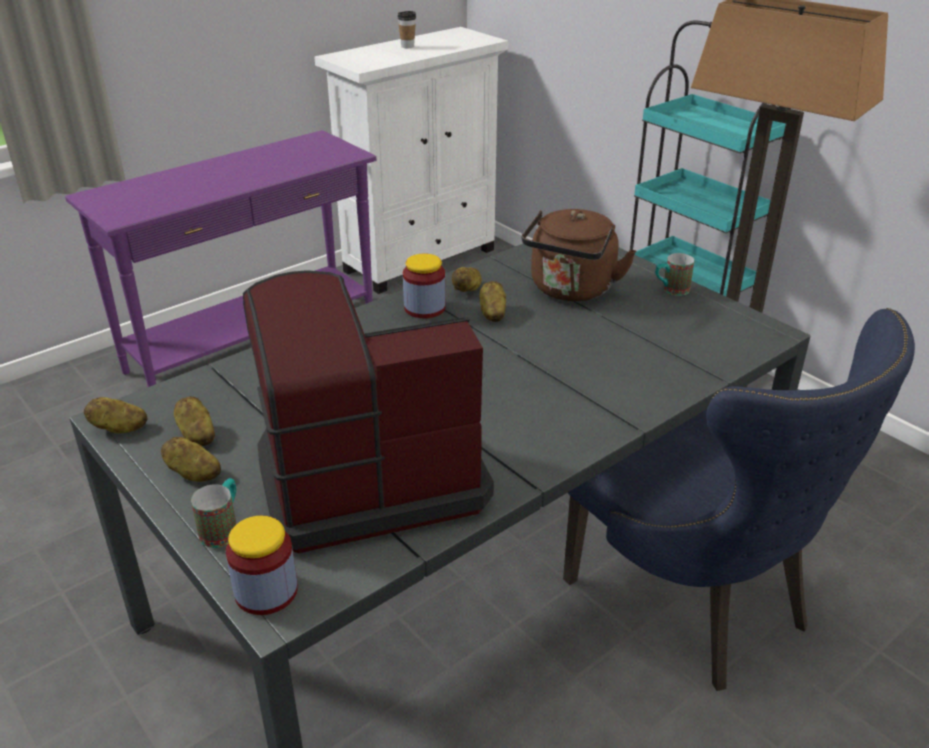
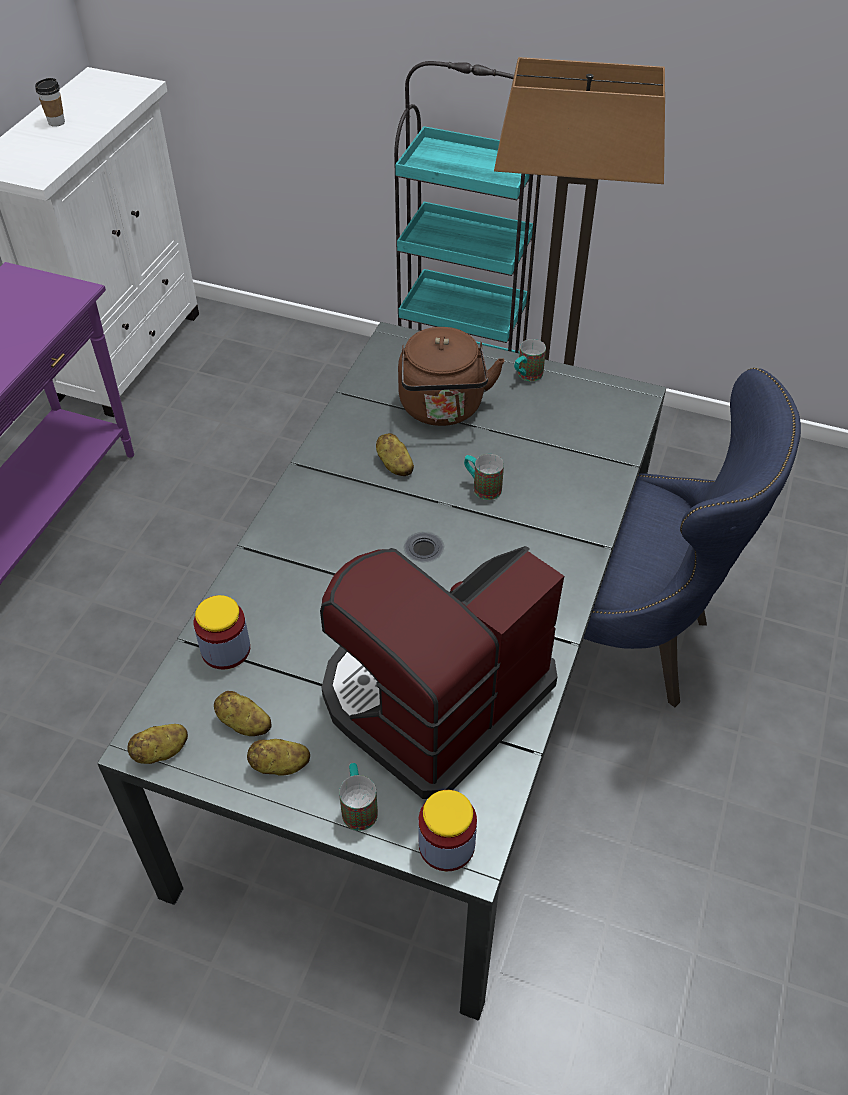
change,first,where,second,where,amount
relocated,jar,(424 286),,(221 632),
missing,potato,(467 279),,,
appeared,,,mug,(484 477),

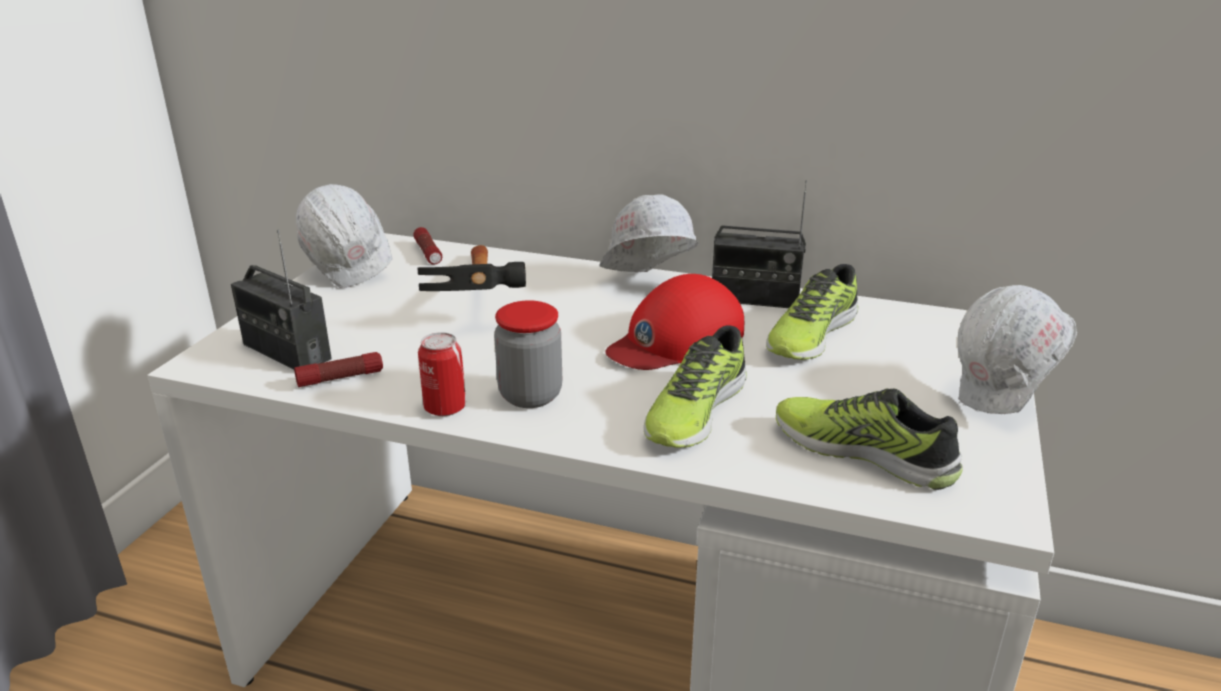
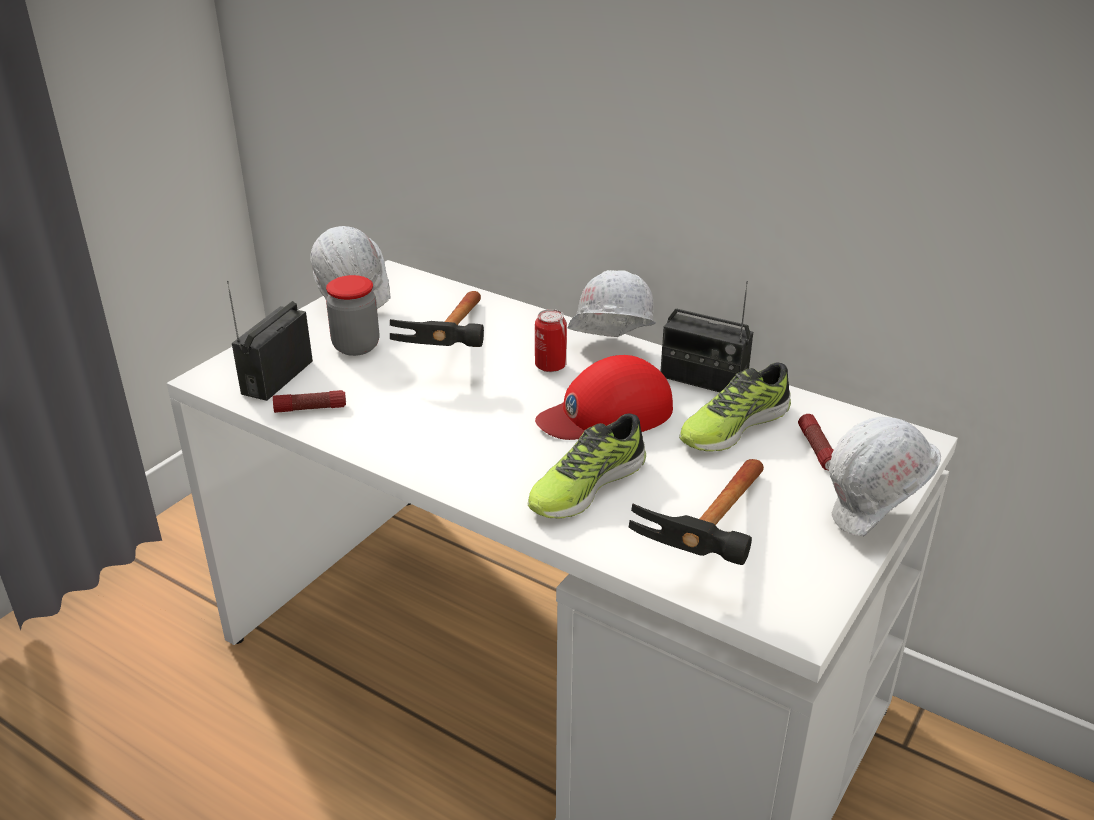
change,first,where,second,where,amount
spun,radio,(281 299),,(270 341),60 degrees clockwise
relocated,flashlight,(427 246),,(816 442),
relocated,can,(442 374),,(551 340),
relocated,jar,(528 354),,(352 315),
exchanged,shoe,(869 439),hammer,(696 512),

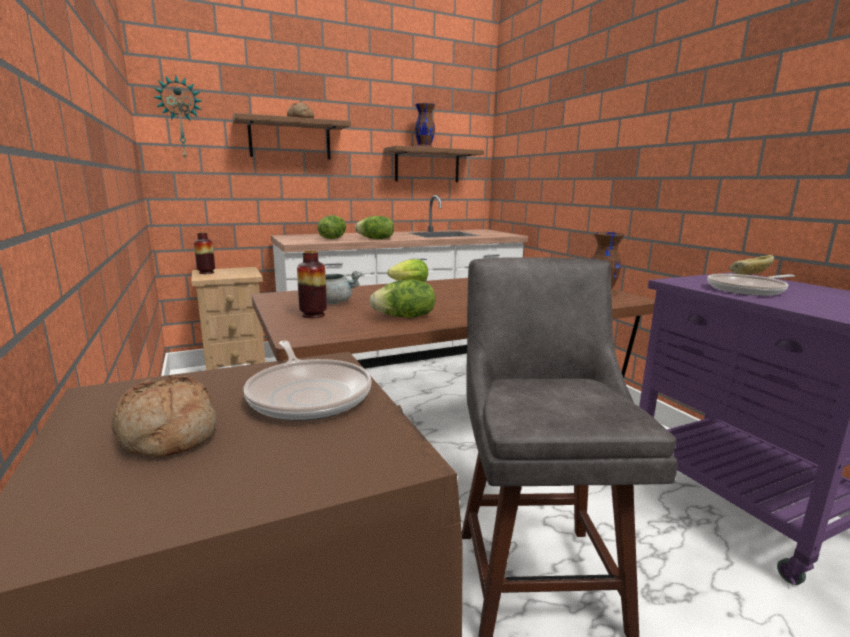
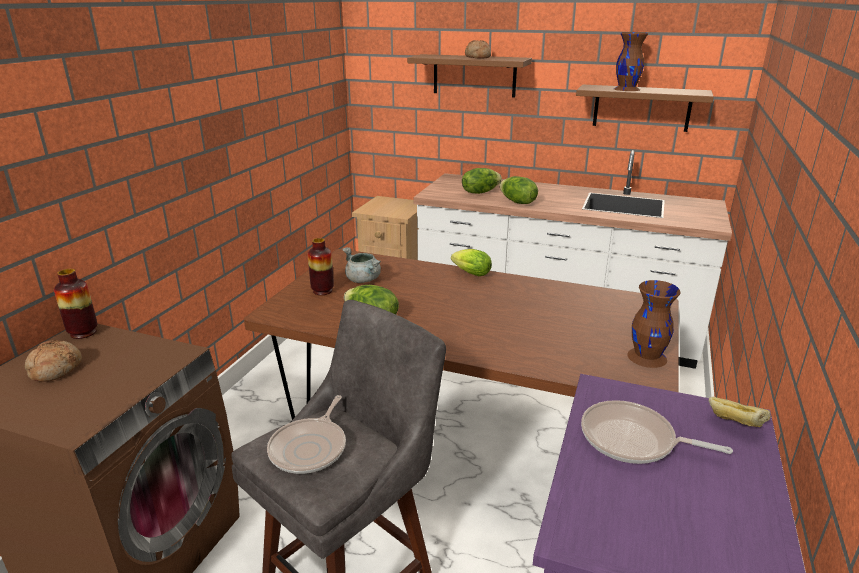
change,first,where,second,where,amount
missing,wall clock,(178 117),,,
relocated,vase,(204 253),,(76 304),
relocated,frying pan,(308 381),,(306 434),

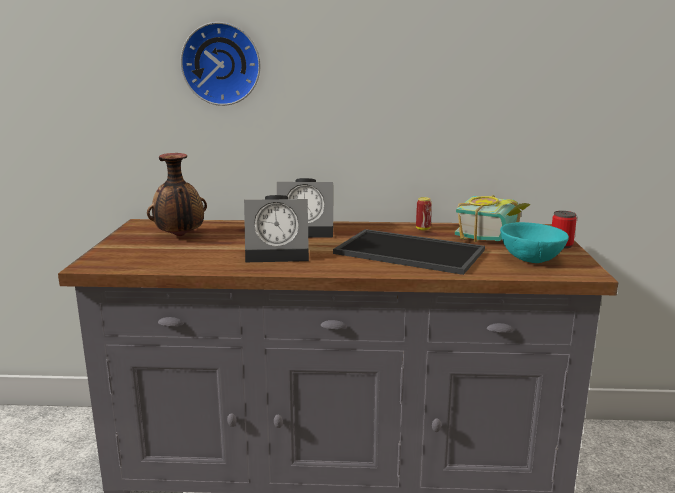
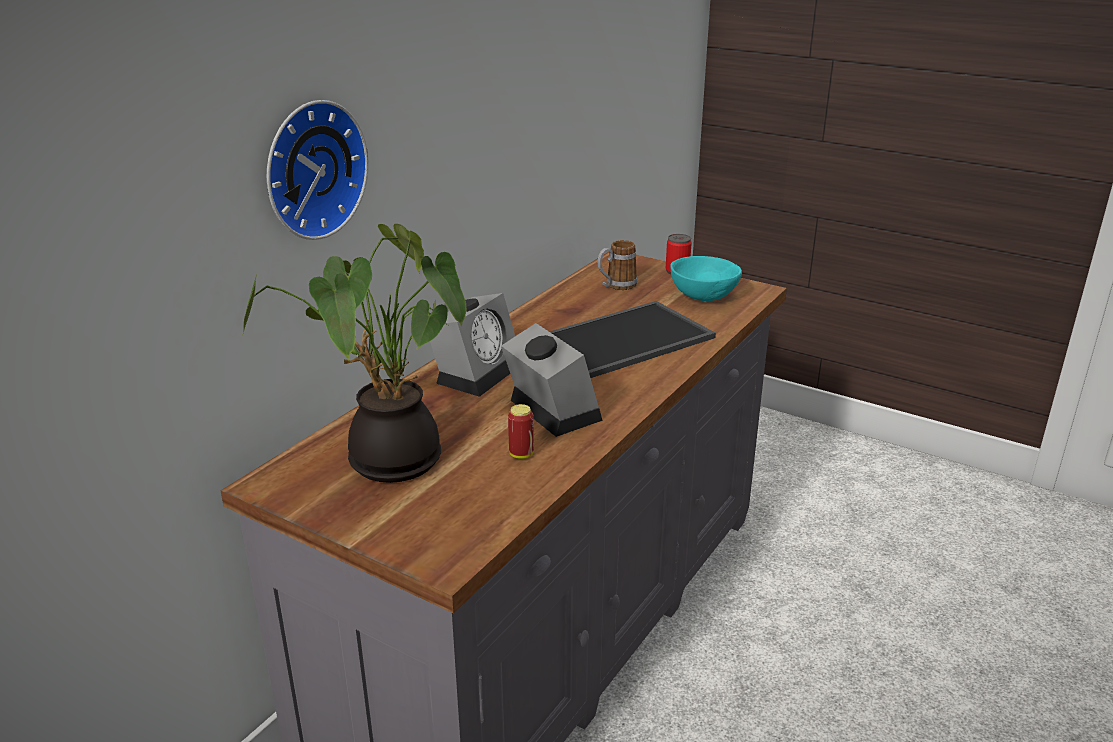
change,first,where,second,where,amount
exchanged,vase,(177 195),potted plant,(354 353),
spun,alarm clock,(276 228),,(552 380),60 degrees counterclockwise
relocated,can,(424 214),,(521 431),
exchanged,book,(493 218),mug,(617 265),

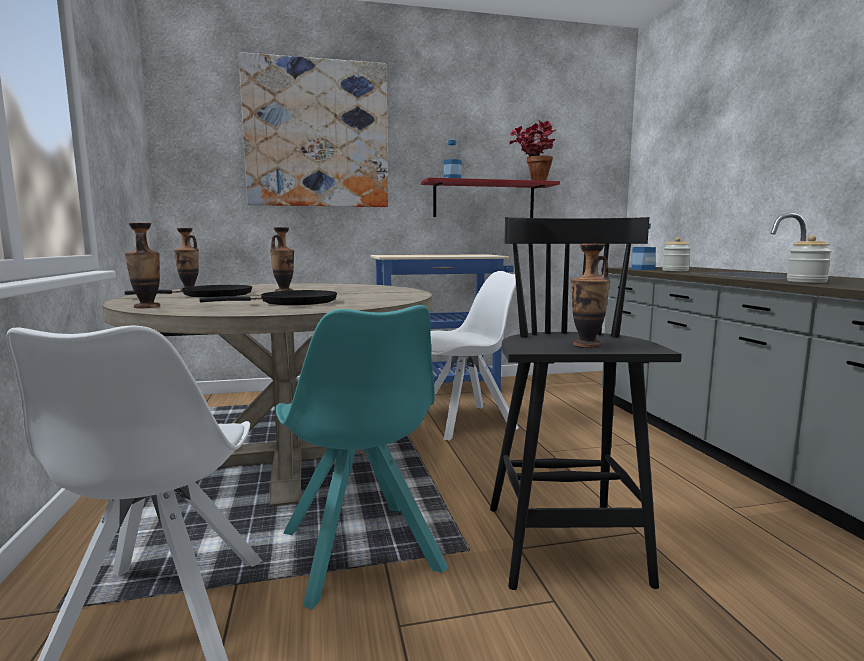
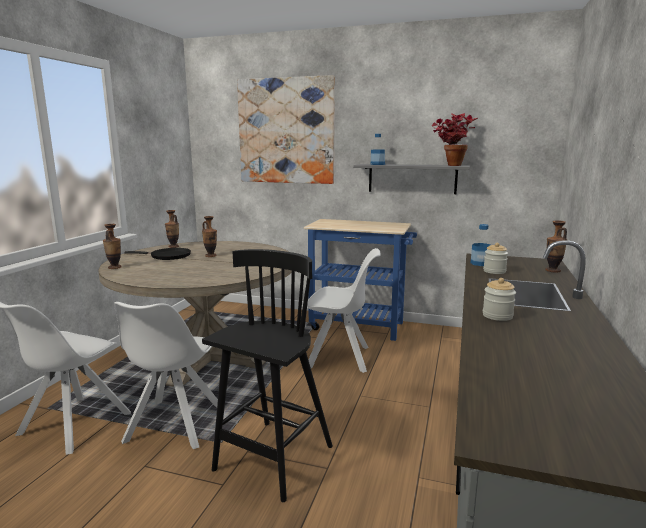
change,first,where,second,where,amount
missing,black frying pan,(268 297),,,
colour,turquoise chair,(362 457),white chair,(166 375),
colour,red shelf,(490 197),grey shelf,(411 179),
relocated,vase,(590 295),,(556 246),

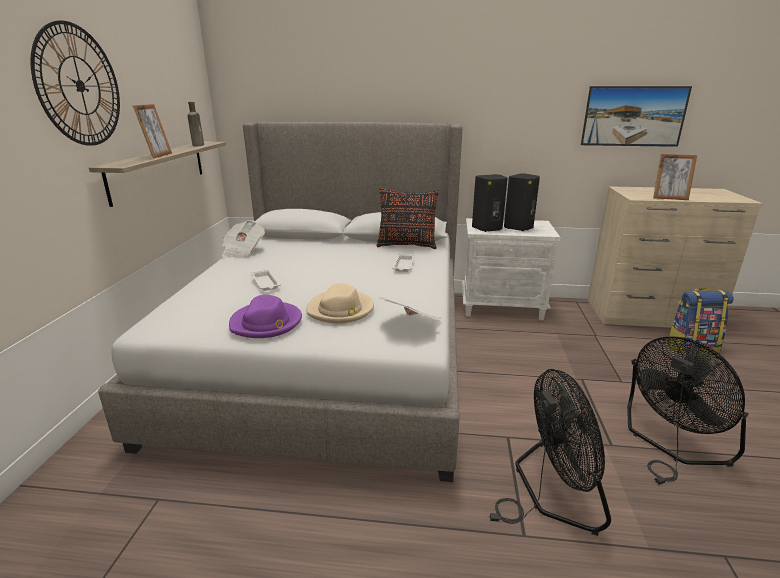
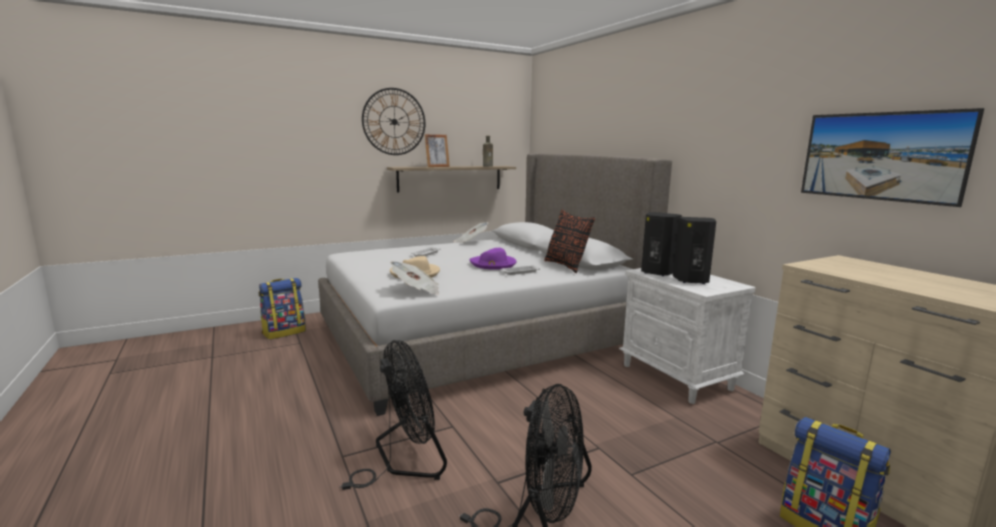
change,first,where,second,where,amount
relocated,purple hat,(265 316),,(493 259),
spun,black fan,(549 452),,(393 415),75 degrees counterclockwise
missing,picture frame,(675 177),,,
appeared,,,backpack,(282 309),

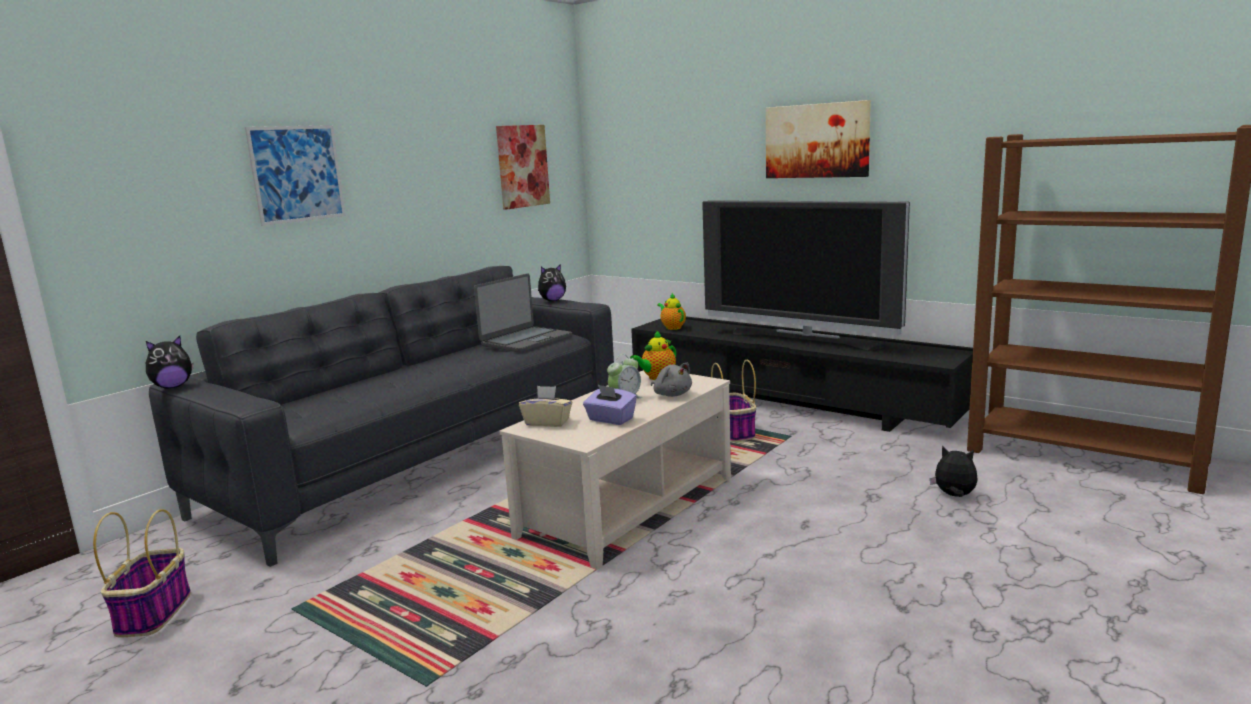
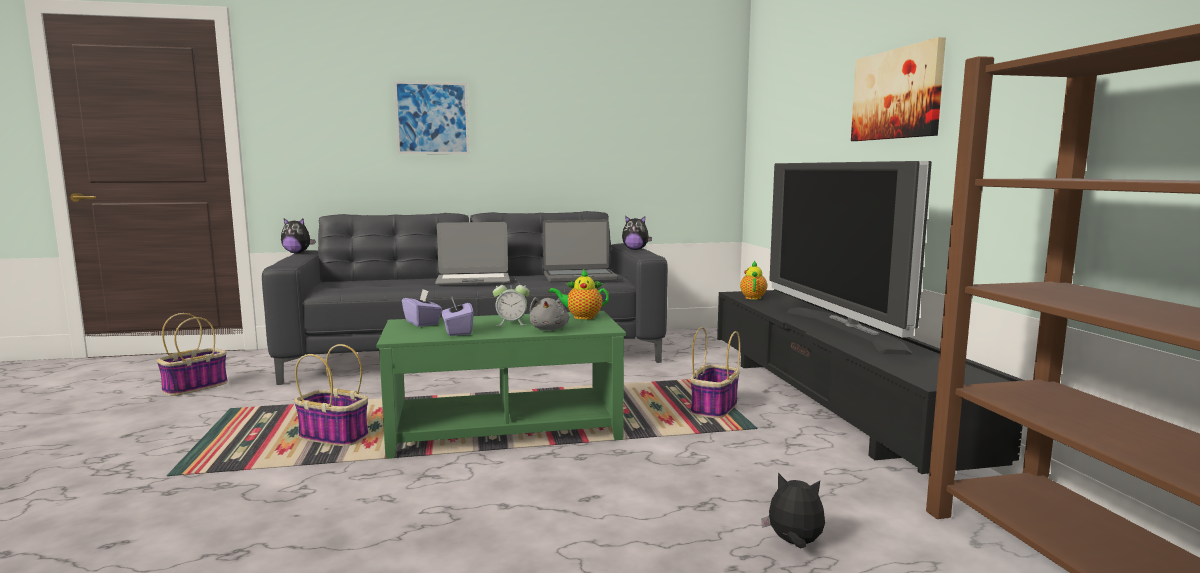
change,first,where,second,where,amount
missing,picture,(523 167),,,
colour,beige coffee table,(615 470),green coffee table,(501 385),
colour,beige tissue box,(545 406),purple tissue box,(422 308),
spun,plush toy,(954 471),,(793 511),45 degrees counterclockwise
appeared,,,basket,(331 395),
appeared,,,laptop,(472 253),

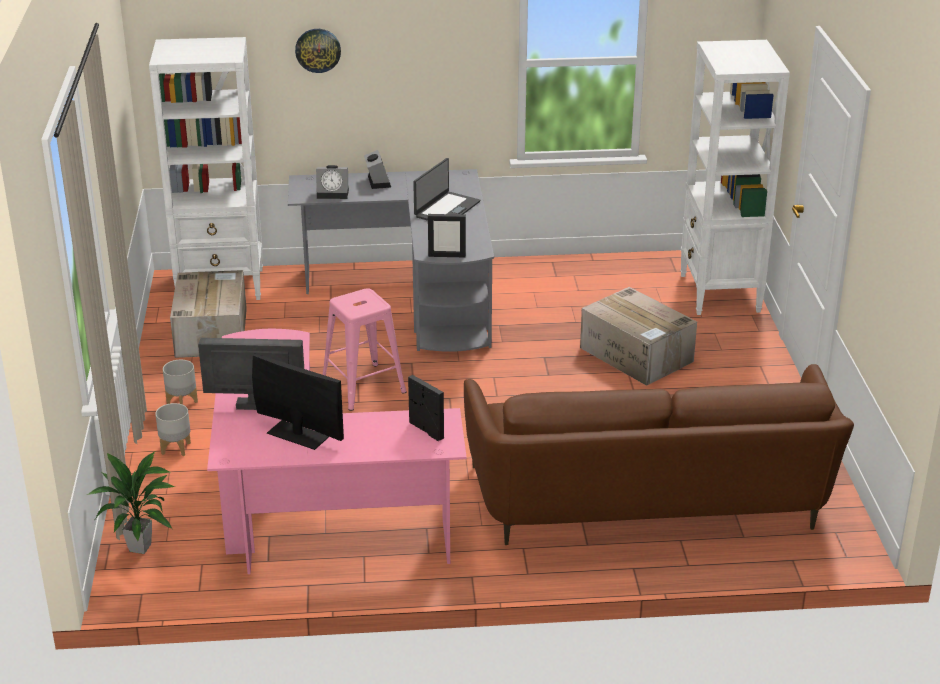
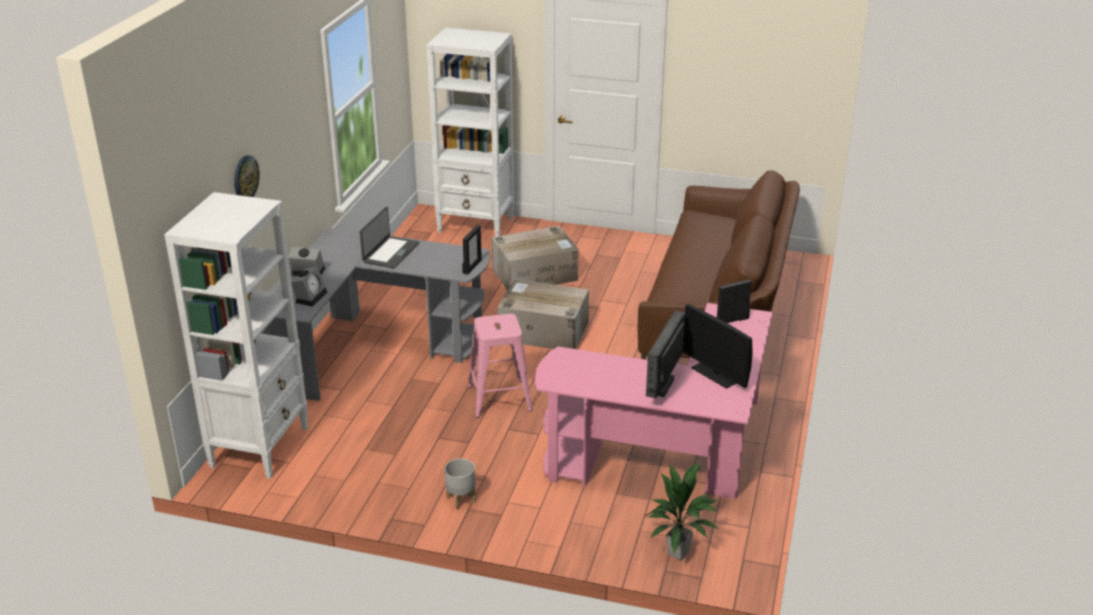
change,first,where,second,where,amount
missing,grey planter,(173 429),,,
relocated,cardboard box,(208 314),,(543 314),
spun,monitor,(298 402),,(718 346),90 degrees counterclockwise
spun,laptop,(446 189),,(389 238),60 degrees clockwise

